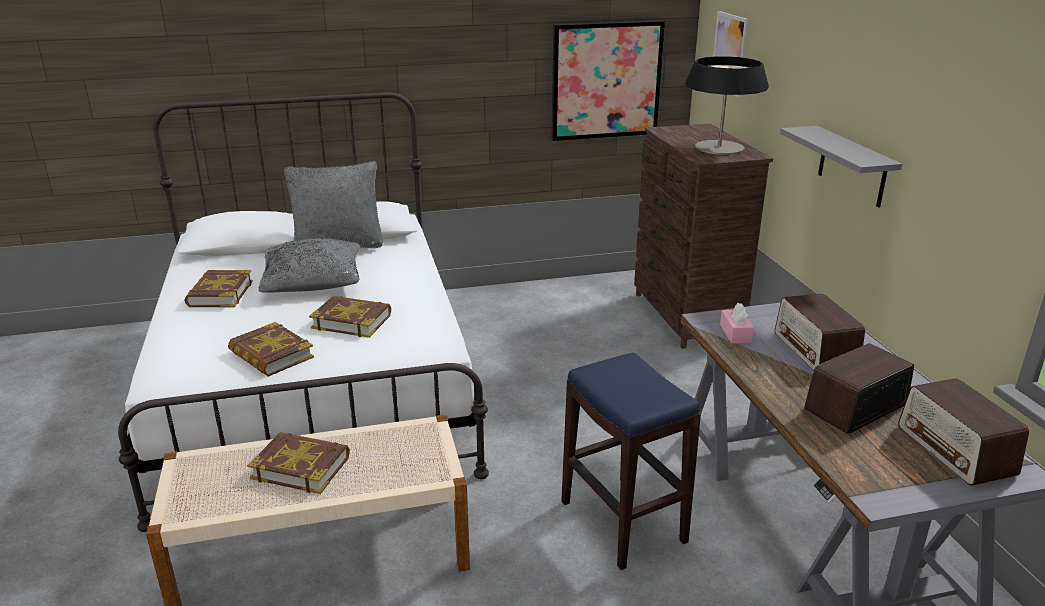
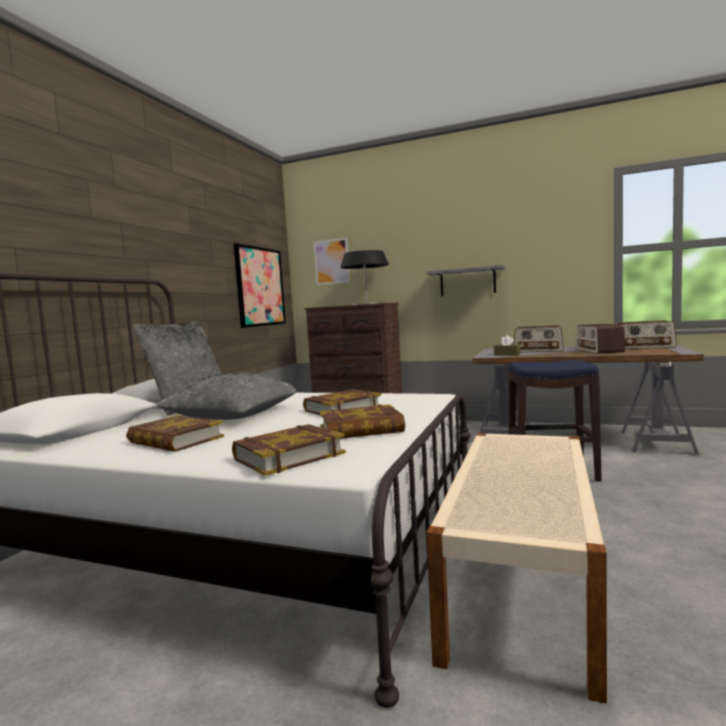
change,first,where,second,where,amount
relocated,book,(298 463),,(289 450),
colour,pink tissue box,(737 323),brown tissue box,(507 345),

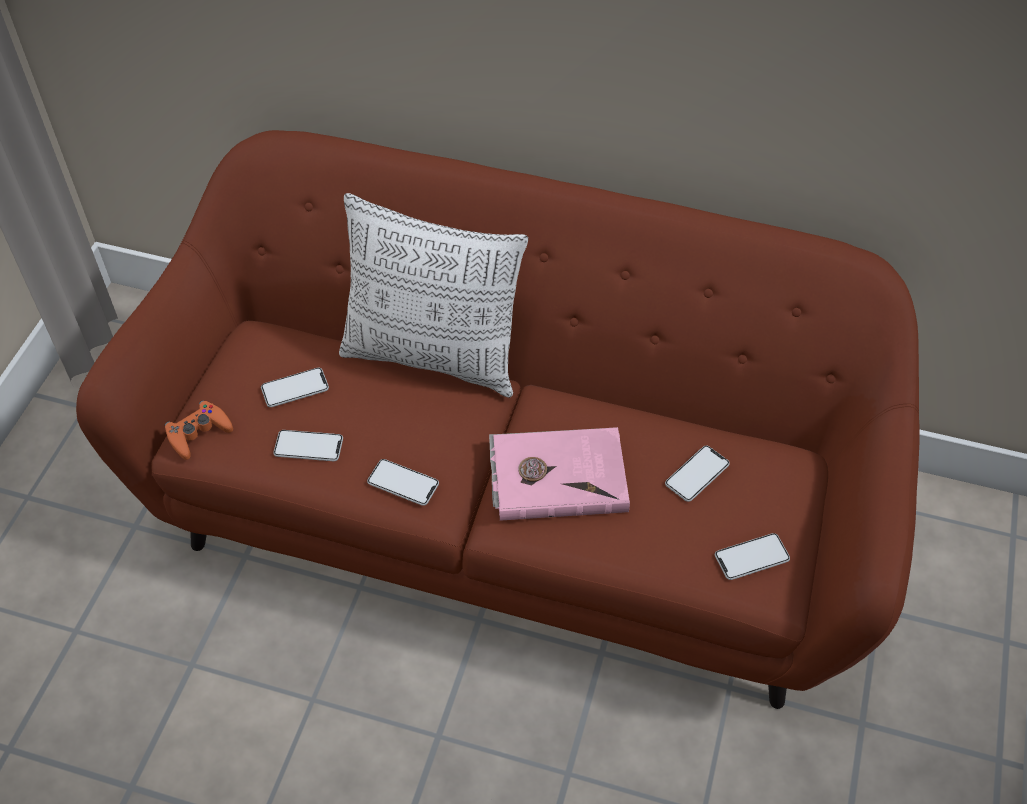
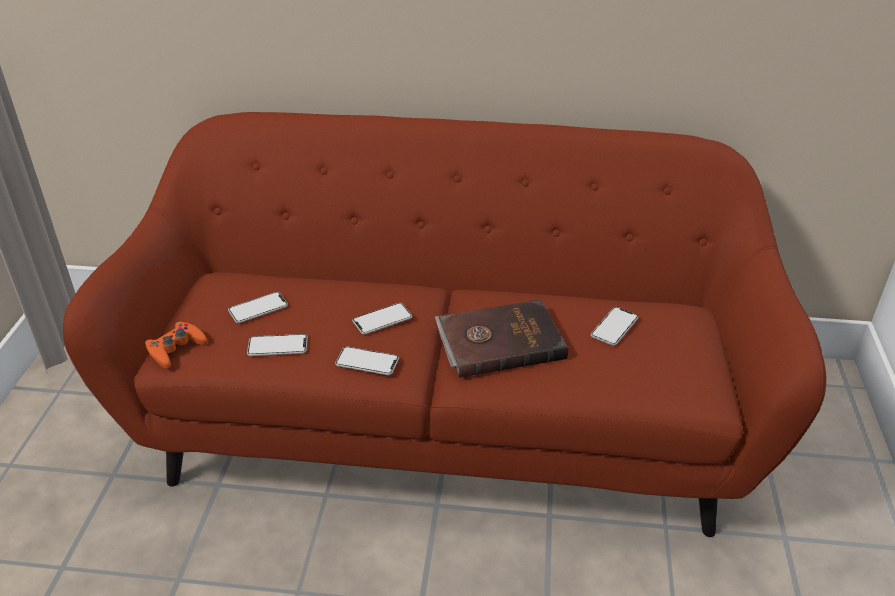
change,first,where,second,where,amount
missing,pillow,(433 295),,,
colour,pink book,(559 474),brown book,(501 339),
relocated,phone,(752 556),,(382 318),

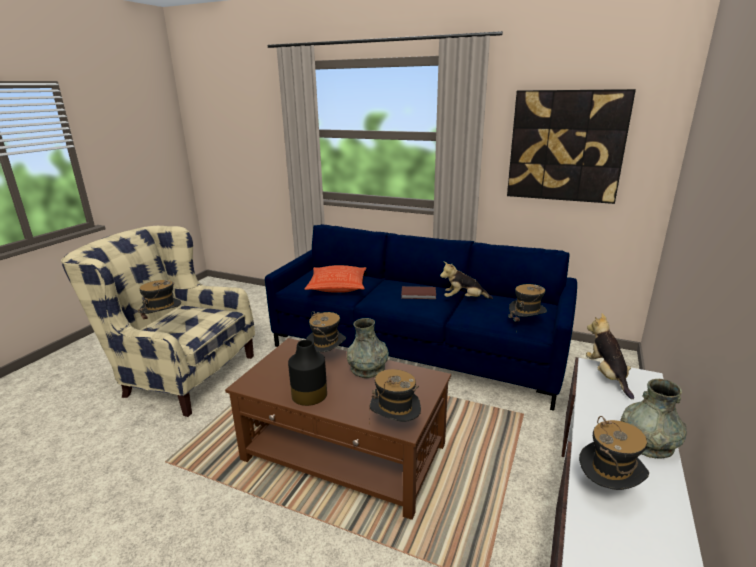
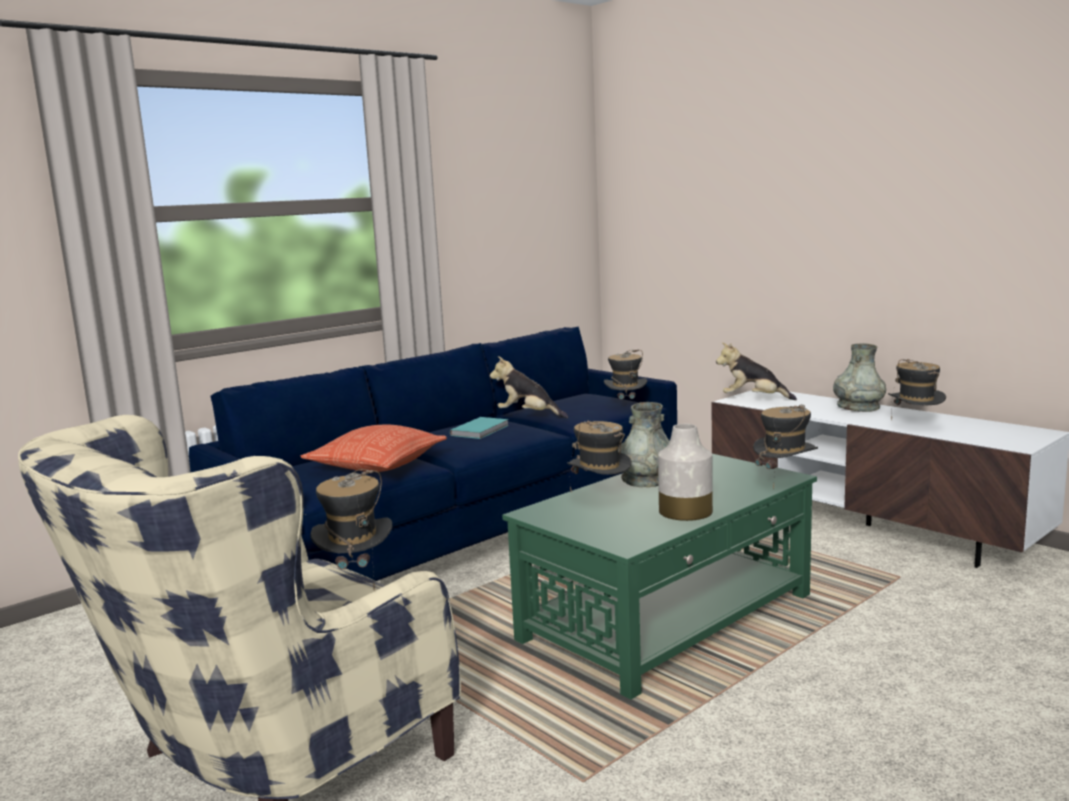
change,first,where,second,where,amount
colour,brown coffee table,(338 429),green coffee table,(659 577),
colour,black vase,(307 373),beige vase,(685 472),
colour,brown book,(418 292),turquoise book,(479 428),
spun,plush toy,(466 280),,(529 387),90 degrees clockwise
missing,picture,(571 146),,,

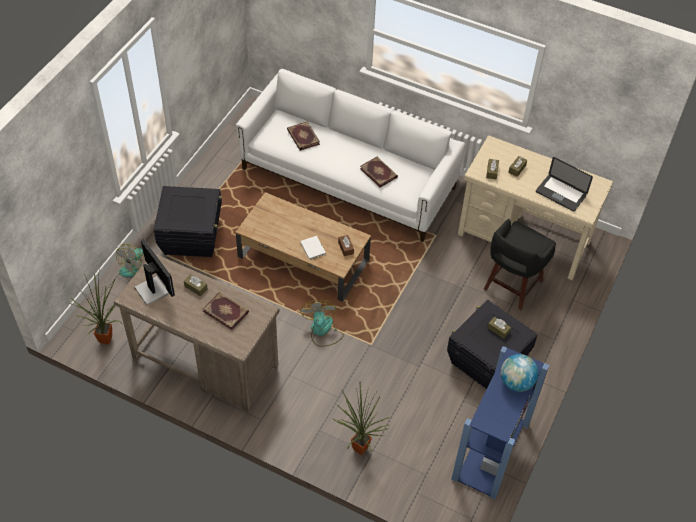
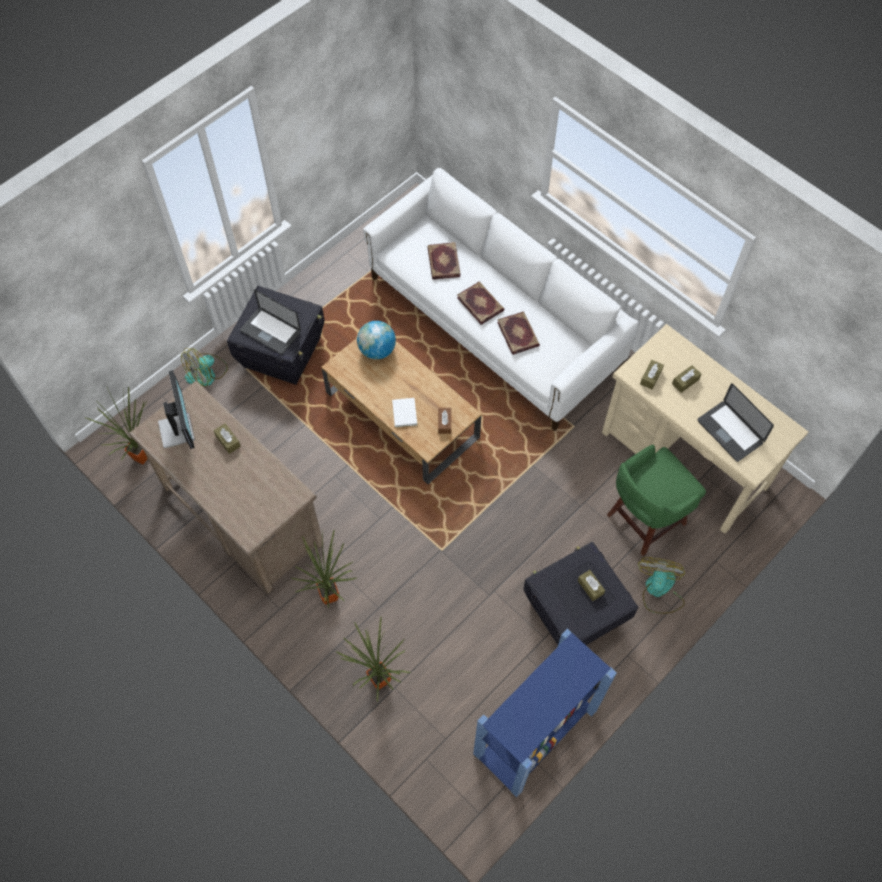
change,first,where,second,where,amount
relocated,book,(226 311),,(480 303),
relocated,fan,(322 323),,(661 585),
colour,black stool,(520 264),green stool,(656 500),
relocated,globe,(519 373),,(376 340),
appeared,,,laptop,(270 321),
appeared,,,potted plant,(323 569),

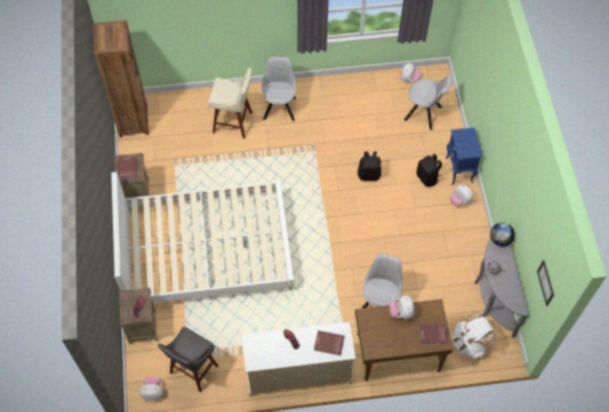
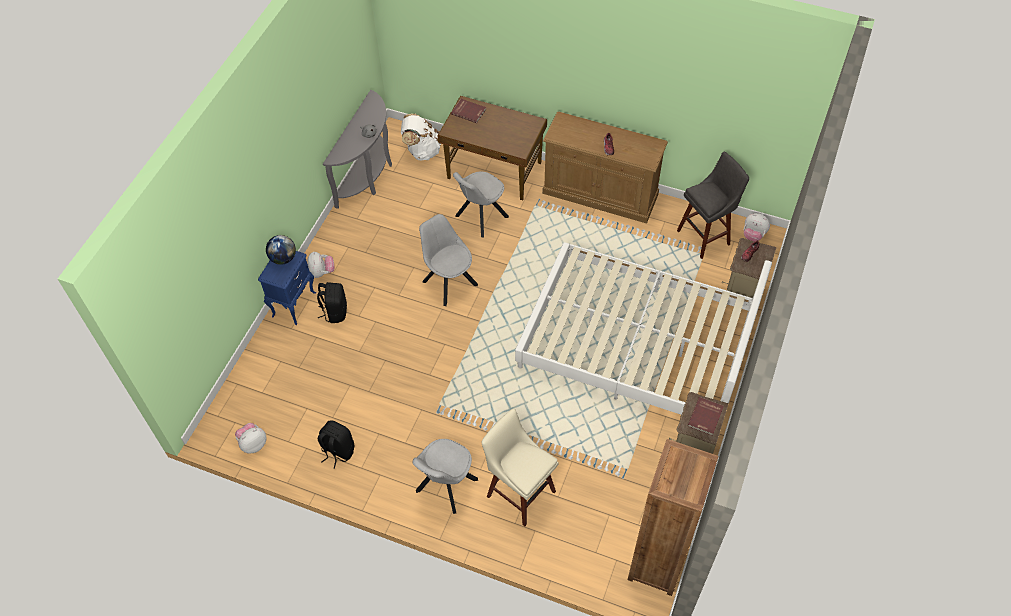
change,first,where,second,where,amount
colour,white cabinet,(299 359),brown cabinet,(605 167),
missing,red book,(329 343),,,
relocated,black backpack,(369 166),,(336 444),
missing,plush toy,(401 307),,,
relocated,grey chair,(428 103),,(448 260),
relocated,globe,(502 234),,(281 250),
missing,picture,(545 283),,,

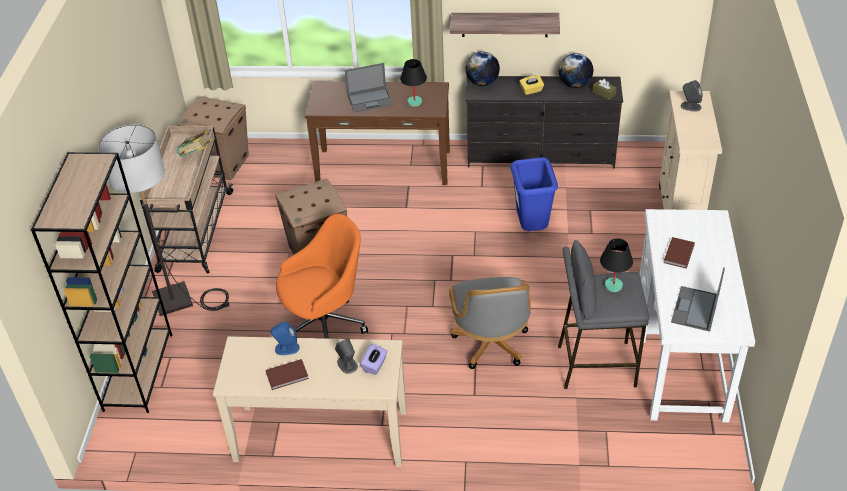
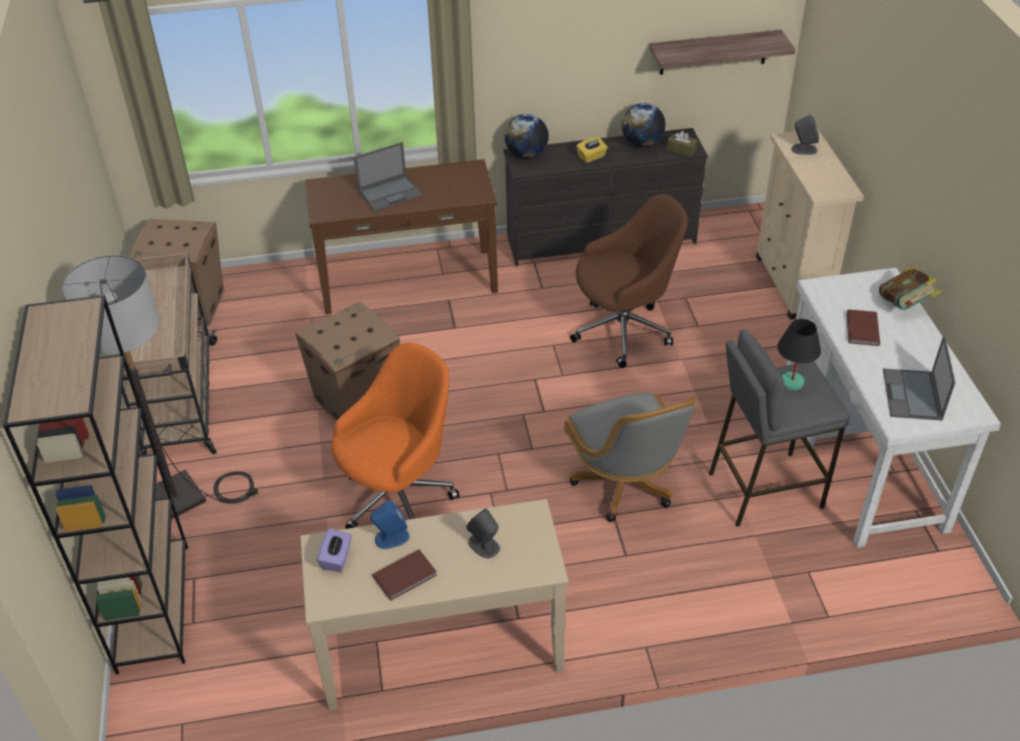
change,first,where,second,where,amount
relocated,book,(195 143),,(910 287),
relocated,purple tissue box,(374 359),,(334 550),
missing,black table lamp,(413 83),,,
relocated,shelf,(505 25),,(722 52),
exchanged,blue trash can,(534 194),brown office chair,(629 281),

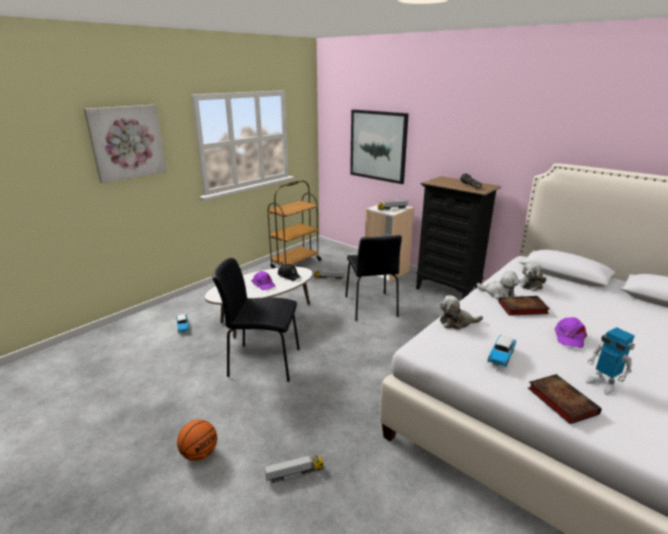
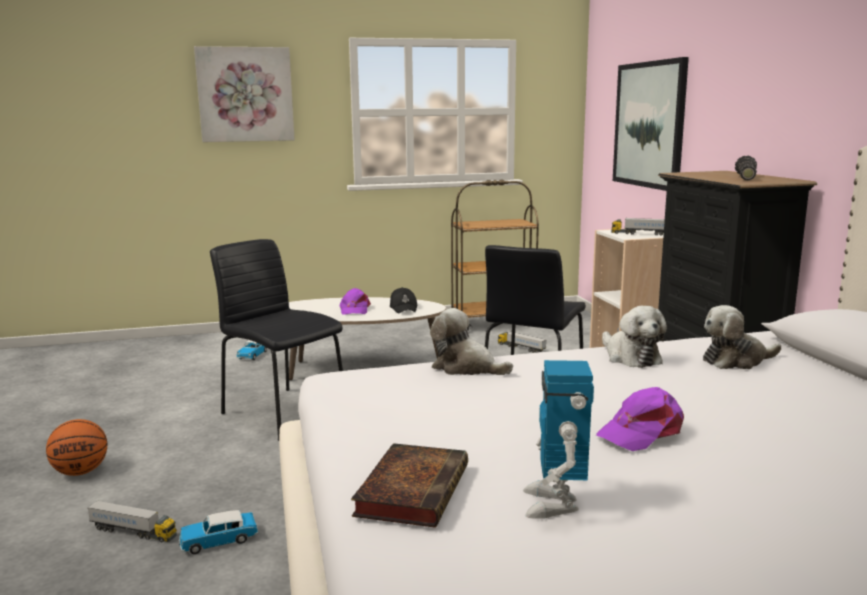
change,first,where,second,where,amount
relocated,toy car,(501 351),,(218 532),
missing,book,(524 306),,,

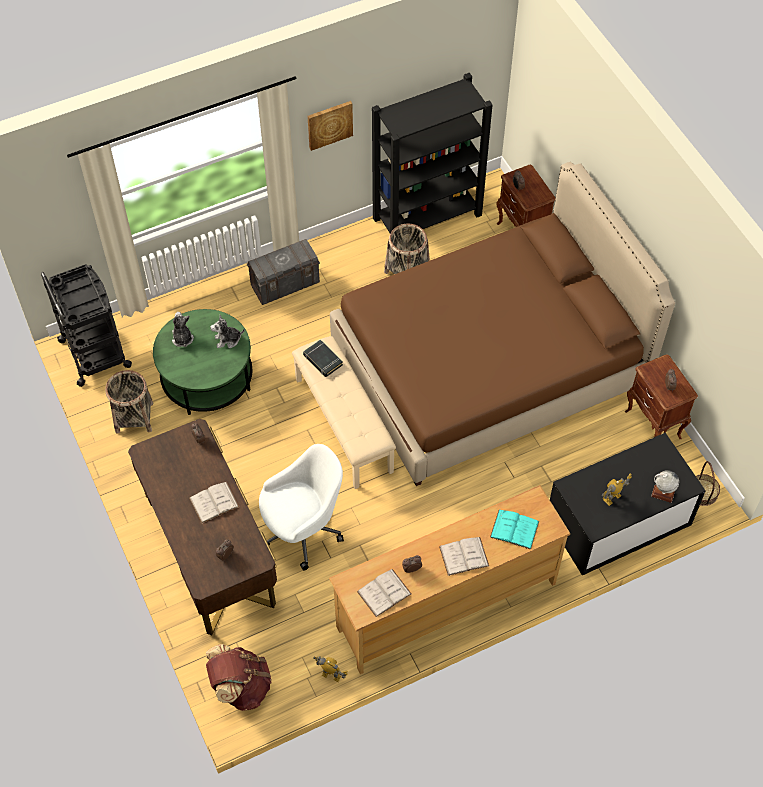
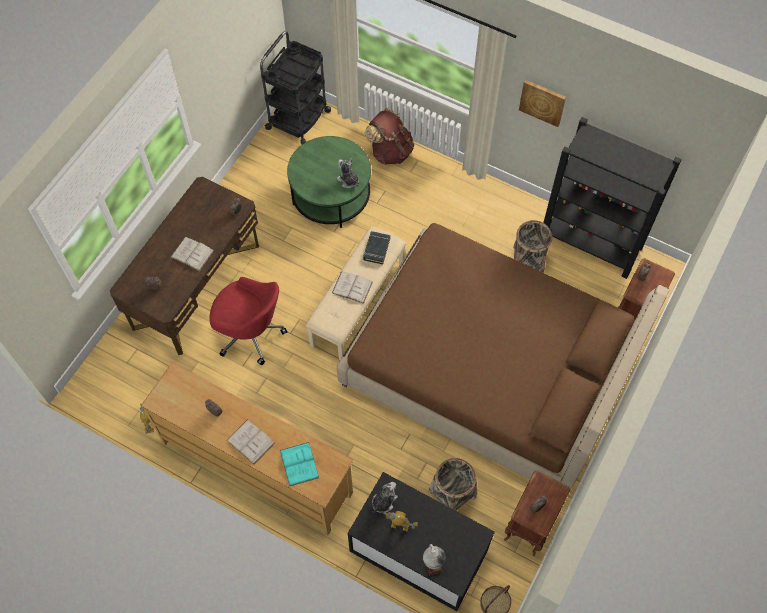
change,first,where,second,where,amount
relocated,basket,(129 402),,(452 484),
relocated,plush toy,(183 329),,(385 497),
relocated,brown backpack,(239 677),,(389 136),
missing,grey storage box,(283 272),,,
colour,white office chair,(301 507),red office chair,(248 321),
relocated,white book,(384 593),,(352 287),

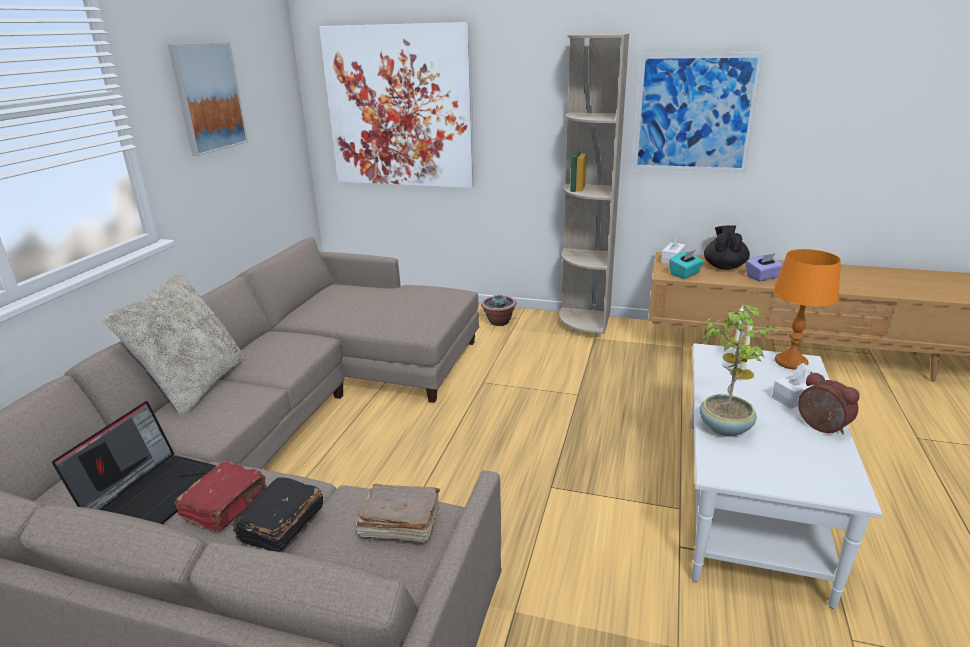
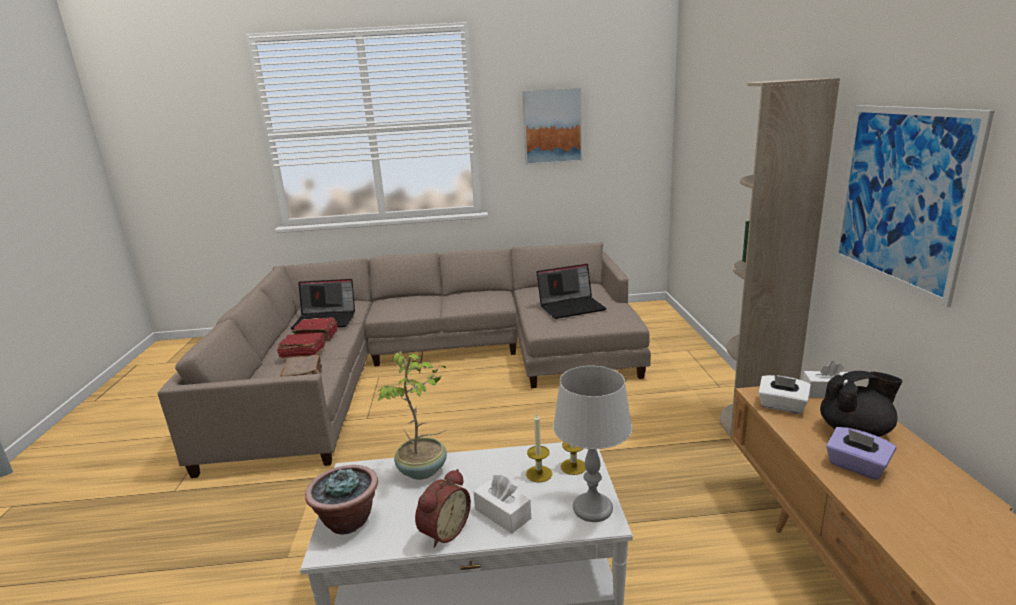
change,first,where,second,where,amount
missing,beige pillow,(172 345),,,
colour,black book,(278 514),red book,(301 345),
missing,picture,(397 105),,,
relocated,potted plant,(499 310),,(341 499),
colour,turquoise tissue box,(686 264),white tissue box,(784 394),
colour,orange table lamp,(807 309),grey table lamp,(592 444),
appeared,,,laptop,(571 291),

